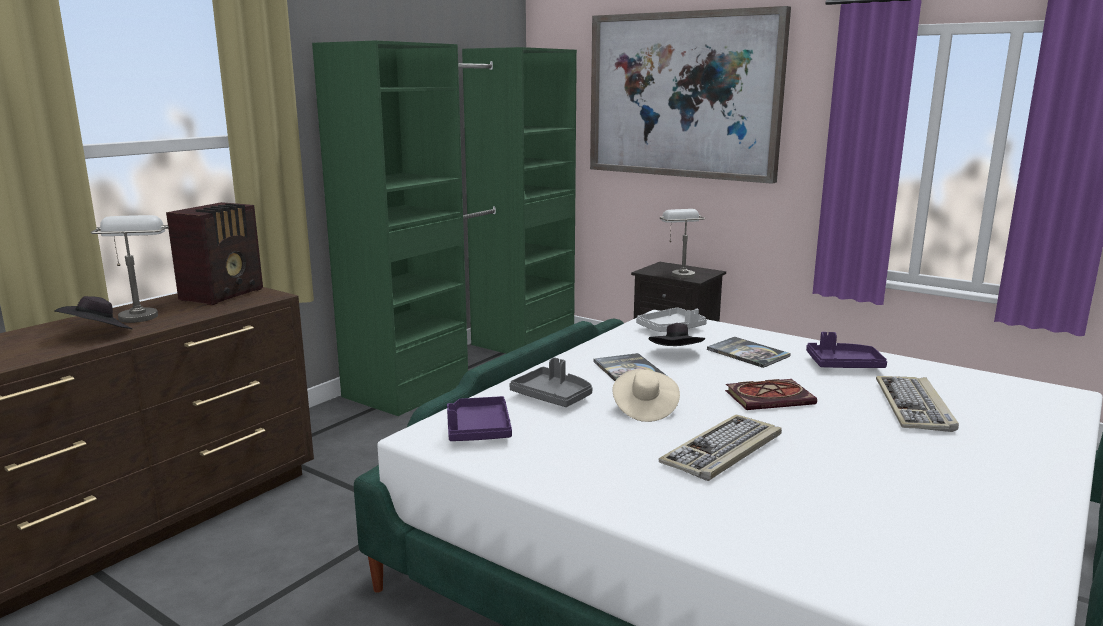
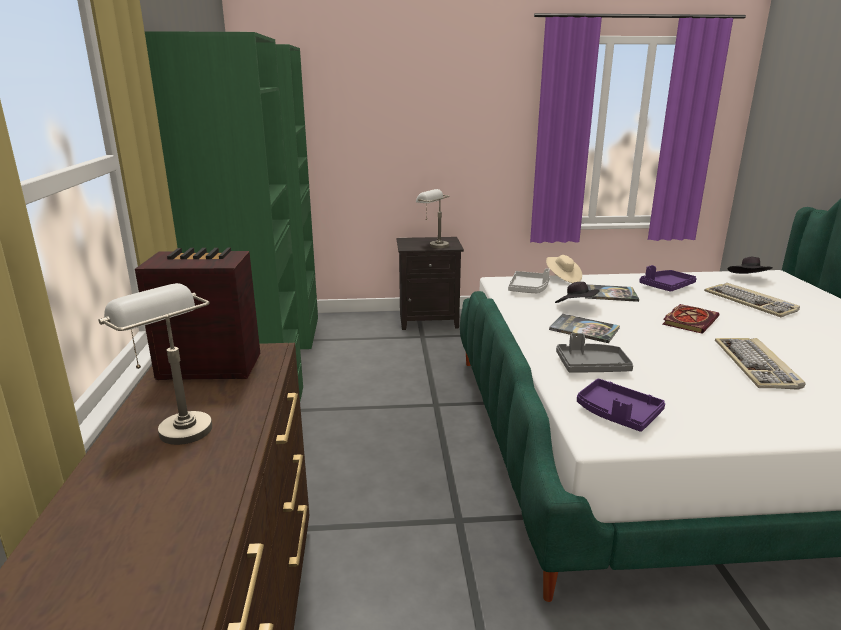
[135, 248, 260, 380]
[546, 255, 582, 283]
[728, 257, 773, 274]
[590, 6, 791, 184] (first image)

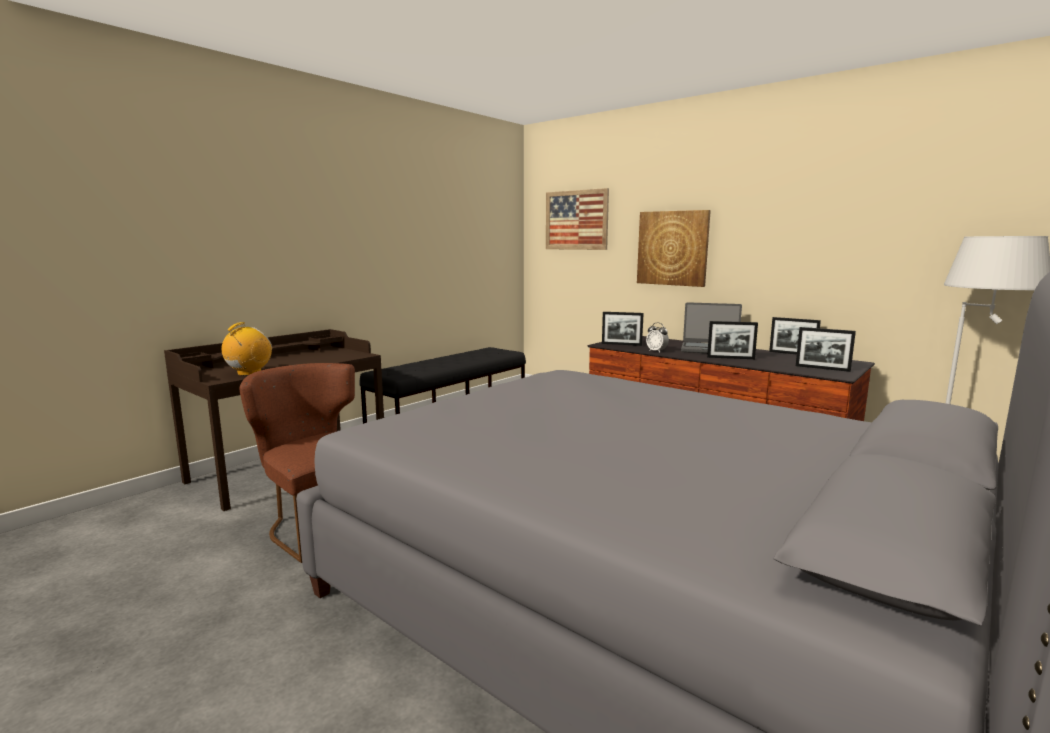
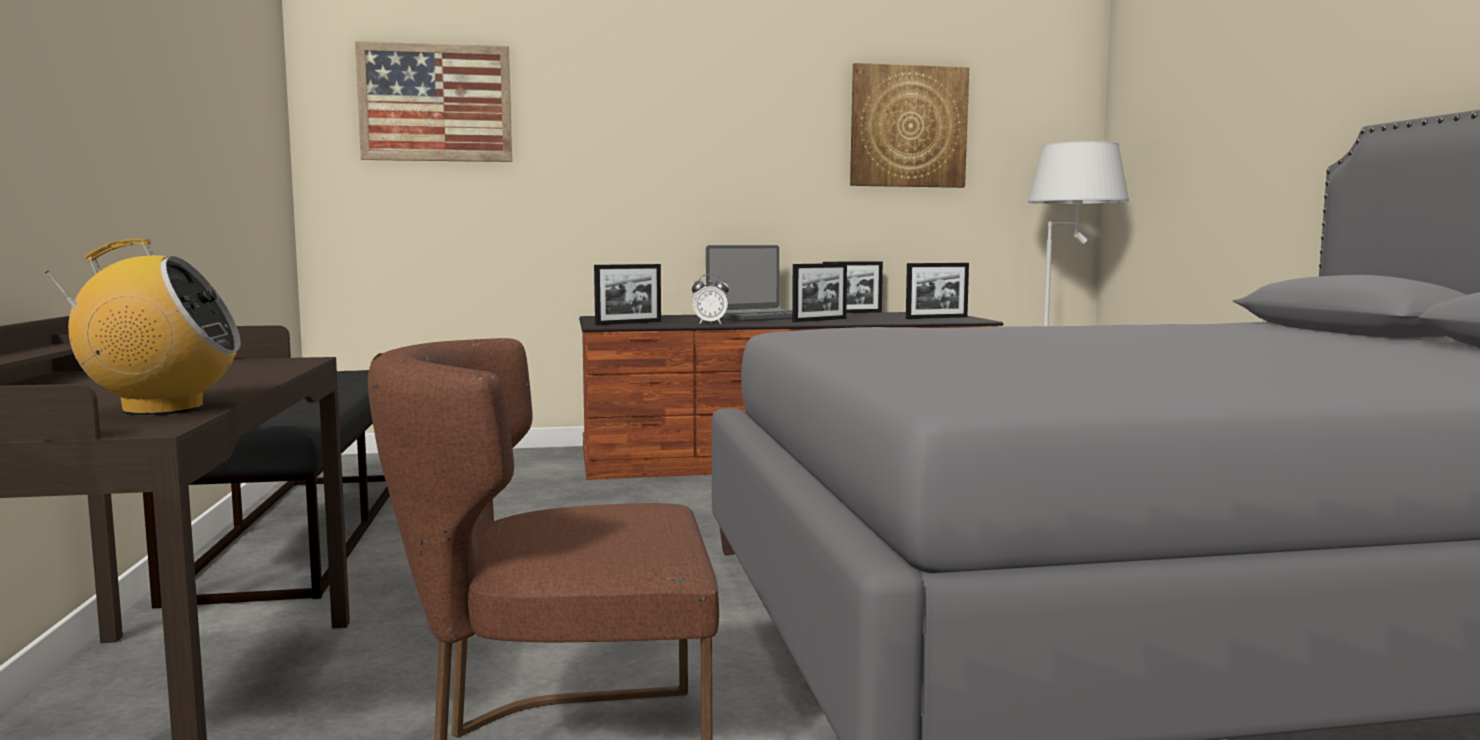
[45, 239, 241, 415]
[850, 63, 969, 188]

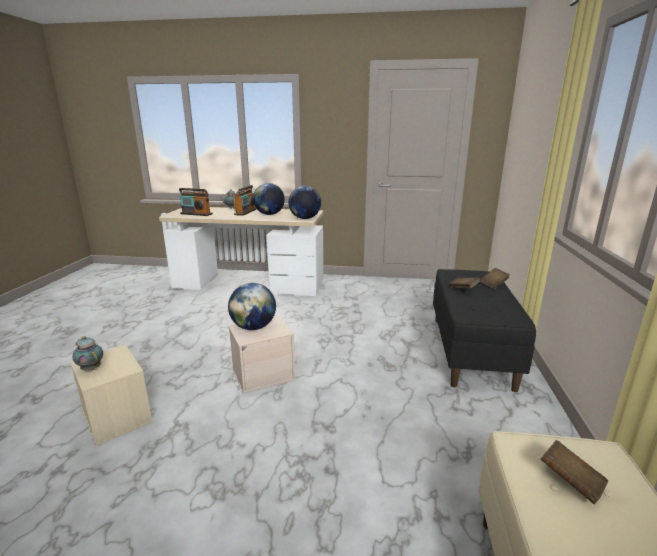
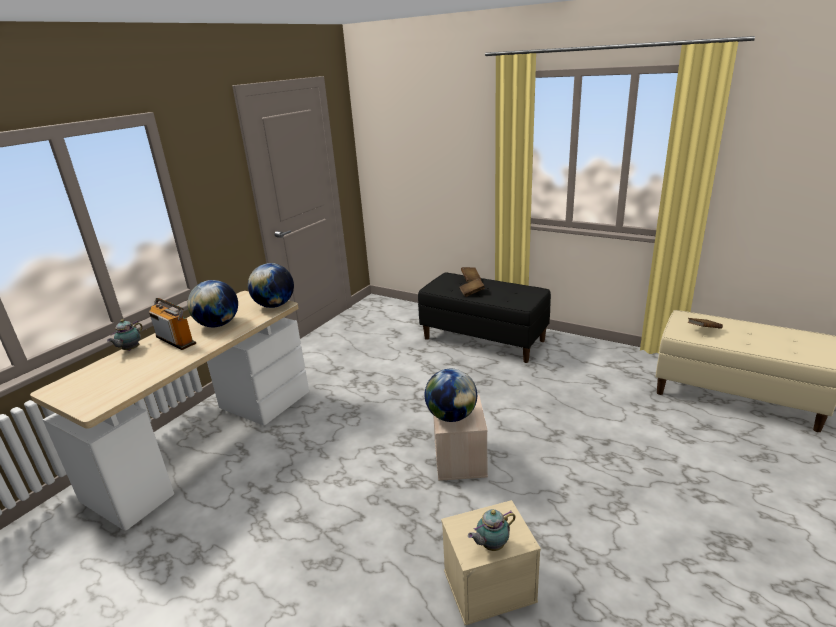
[179, 188, 213, 216] (first image)

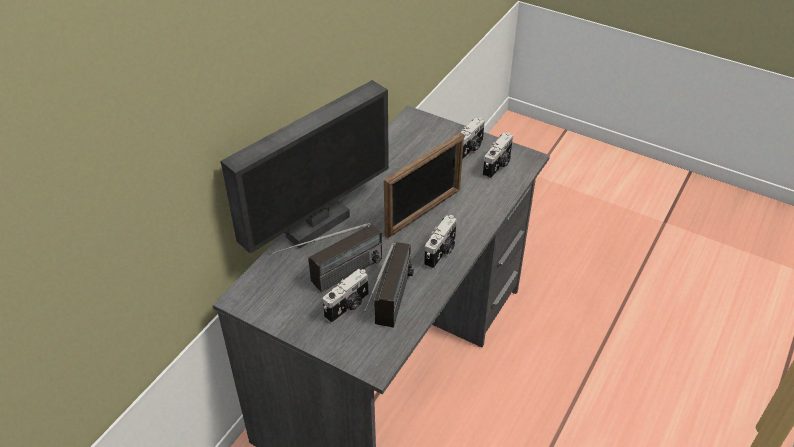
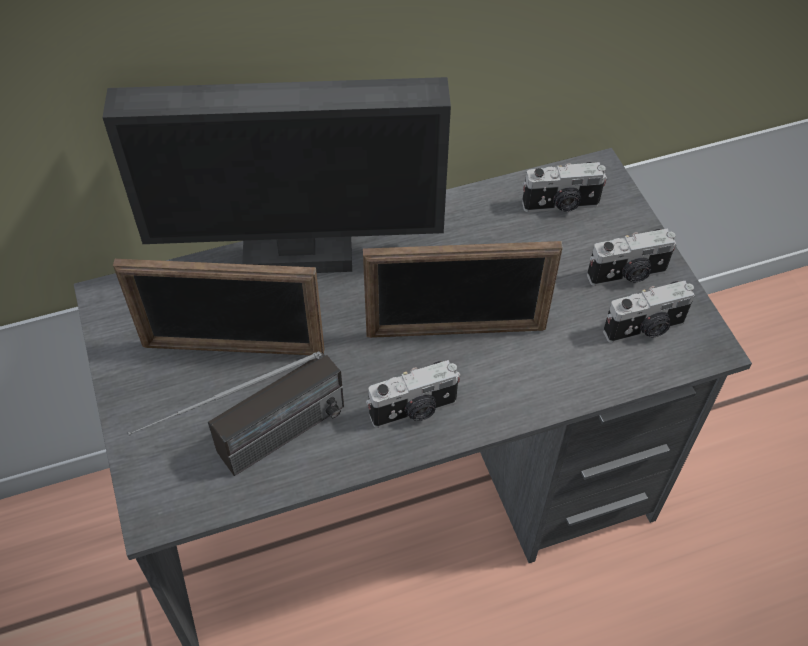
[113, 259, 324, 355]
[522, 162, 607, 212]

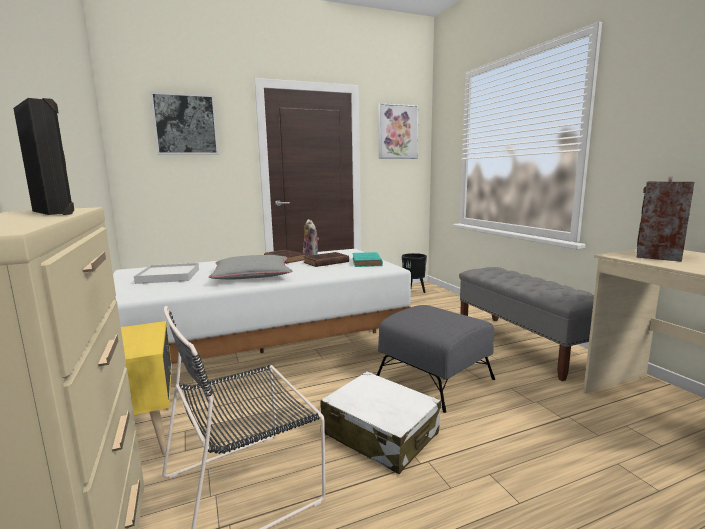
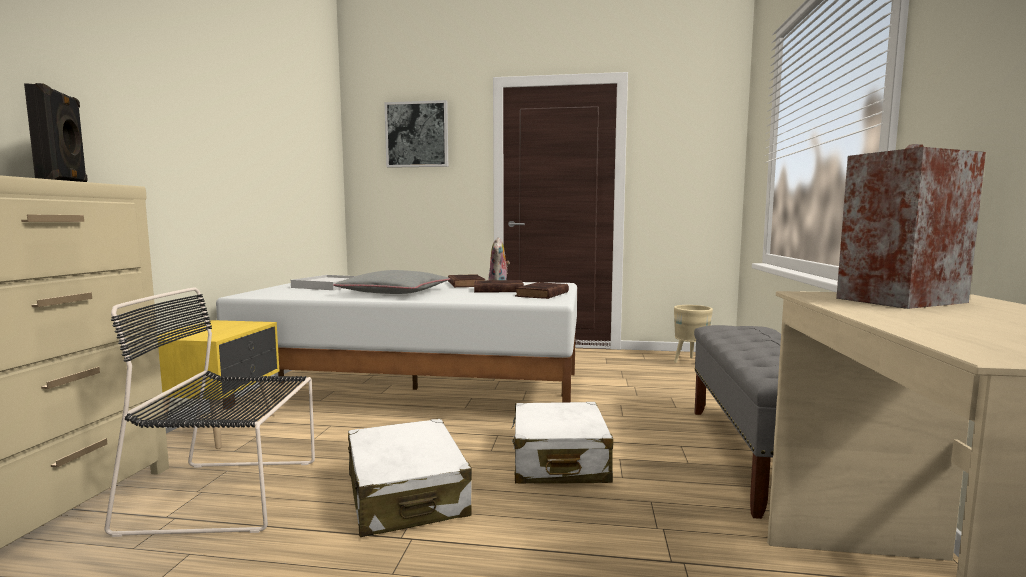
[511, 402, 613, 484]
[515, 282, 569, 299]
[674, 305, 713, 363]
[379, 103, 418, 159] (first image)

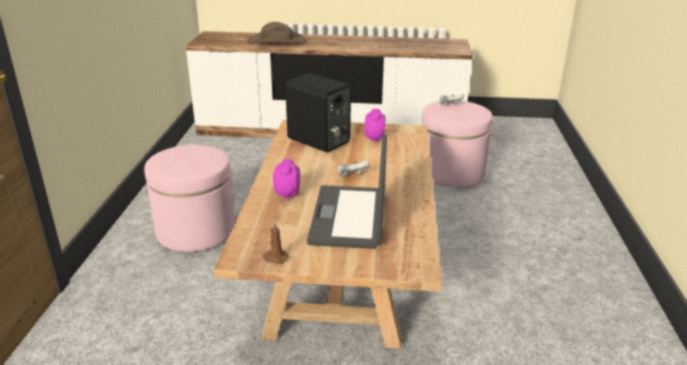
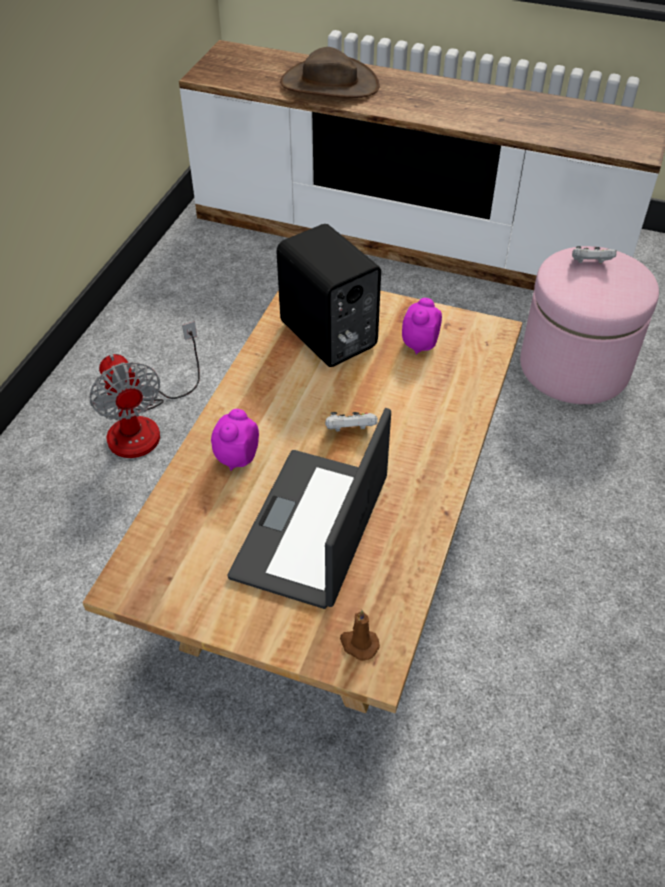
[89, 321, 200, 458]
[340, 610, 380, 661]

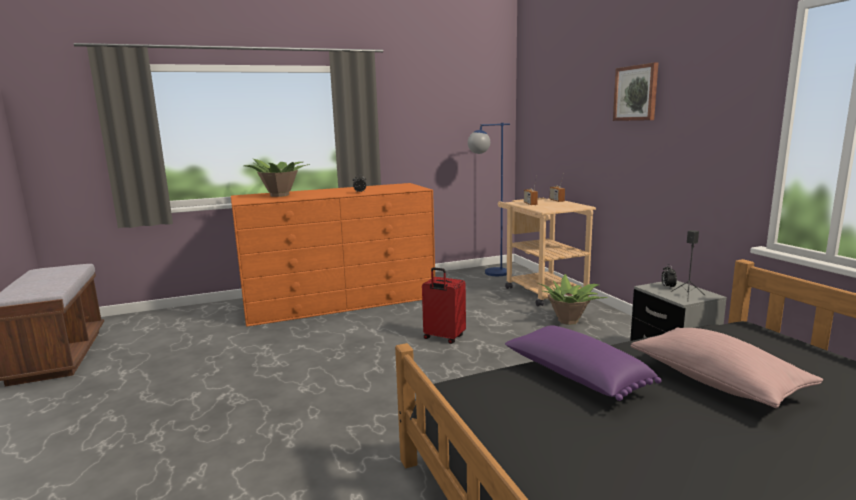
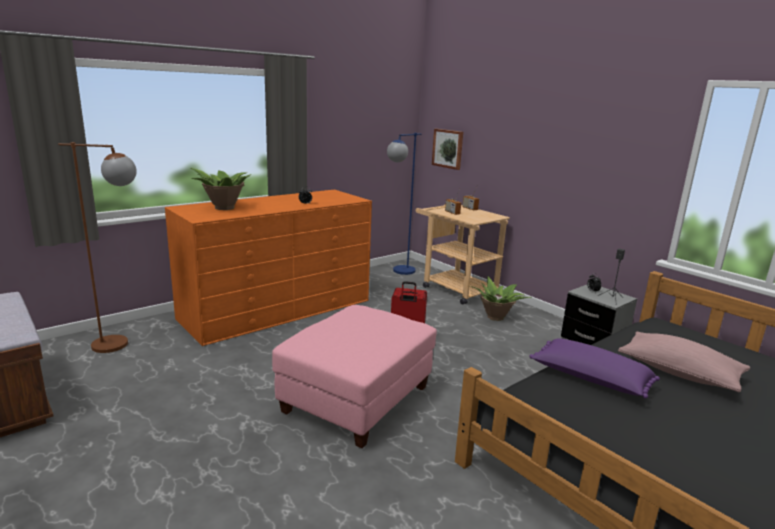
[58, 142, 137, 353]
[272, 305, 437, 448]
[432, 129, 463, 170]

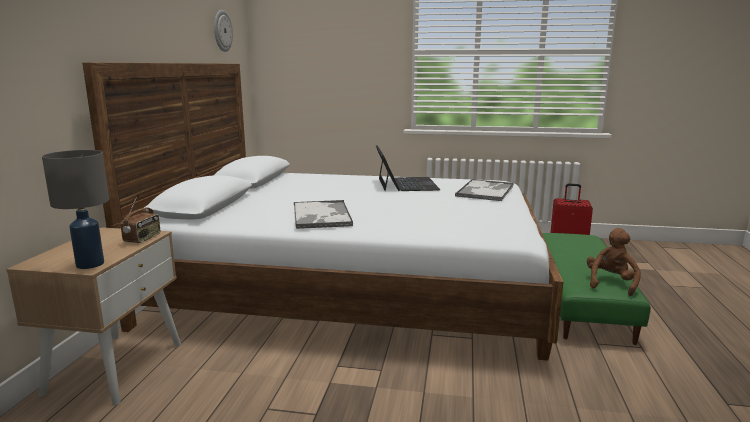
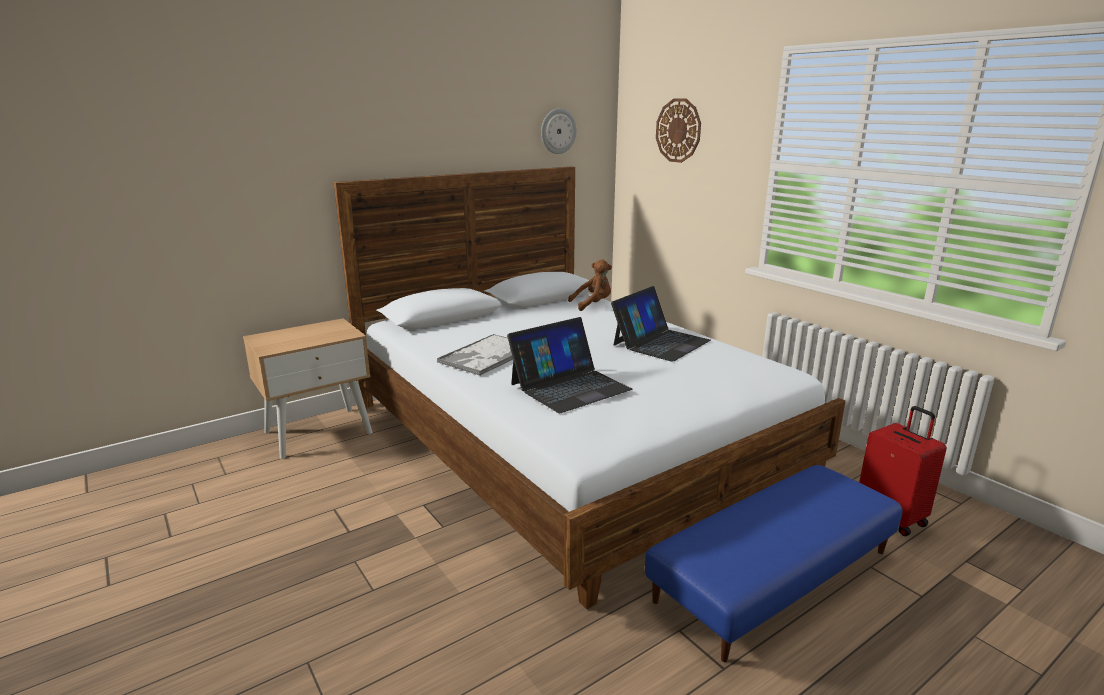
[507, 317, 632, 413]
[568, 259, 612, 311]
[645, 465, 903, 662]
[656, 98, 701, 163]
[42, 150, 109, 269] (first image)
[120, 196, 160, 243] (first image)
[455, 179, 514, 201] (first image)

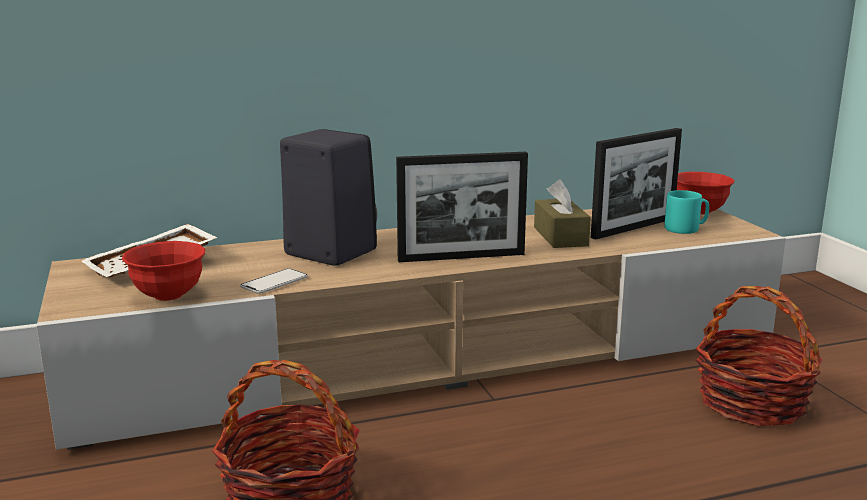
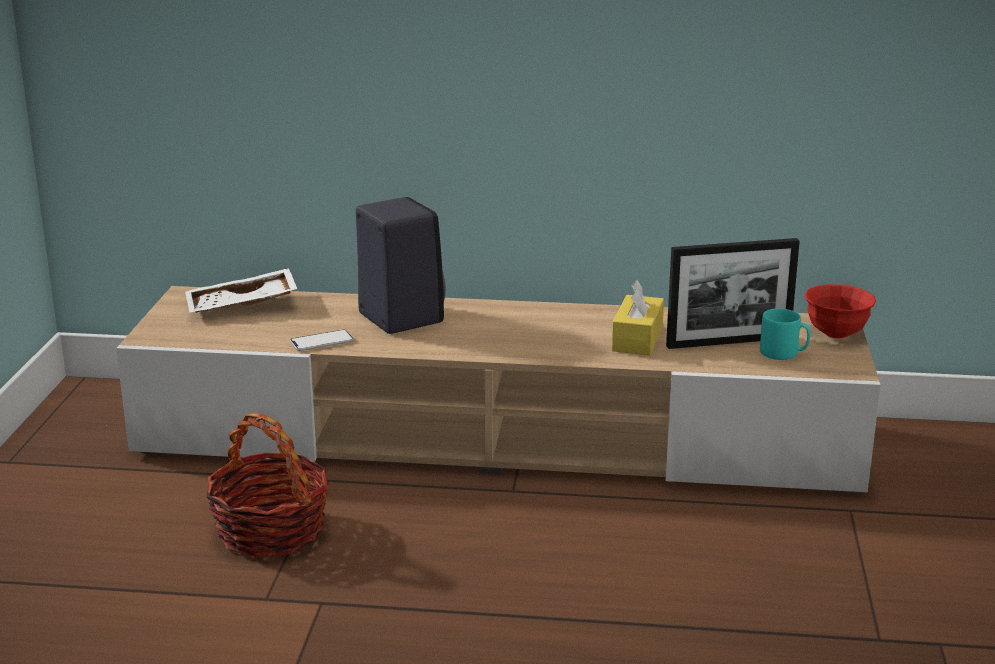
[611, 280, 664, 355]
[122, 241, 205, 301] (first image)
[396, 152, 528, 262] (first image)
[695, 286, 823, 426] (first image)

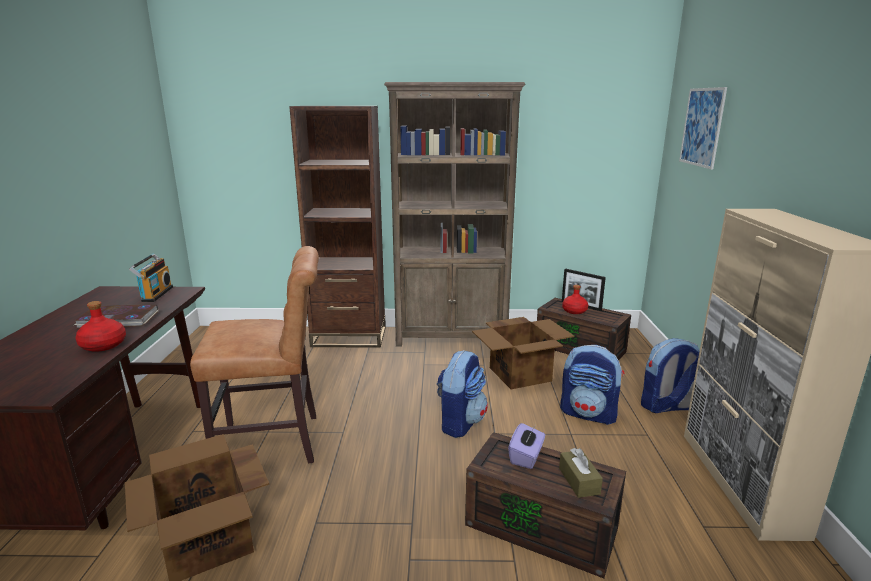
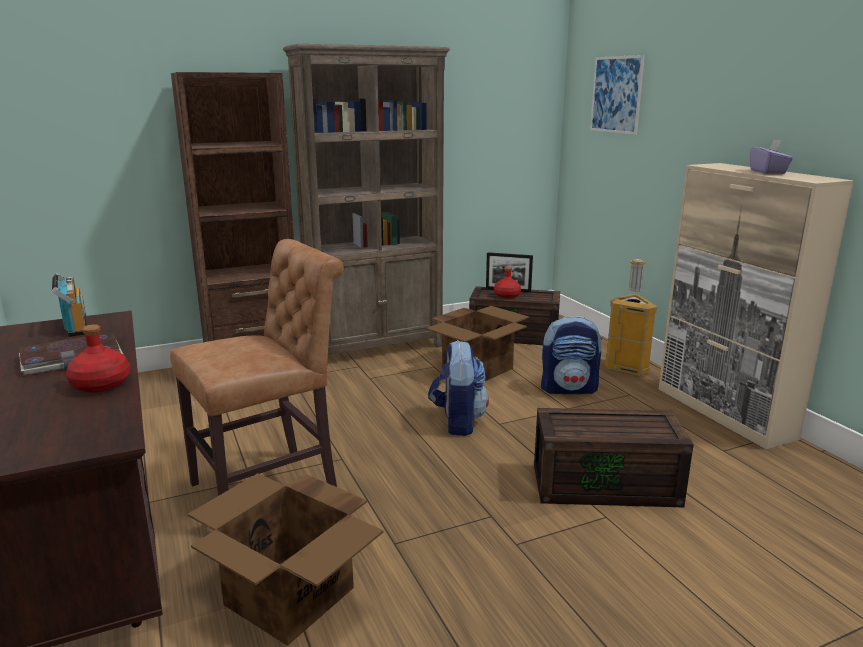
[605, 259, 657, 377]
[750, 139, 793, 174]
[559, 448, 603, 498] (first image)

